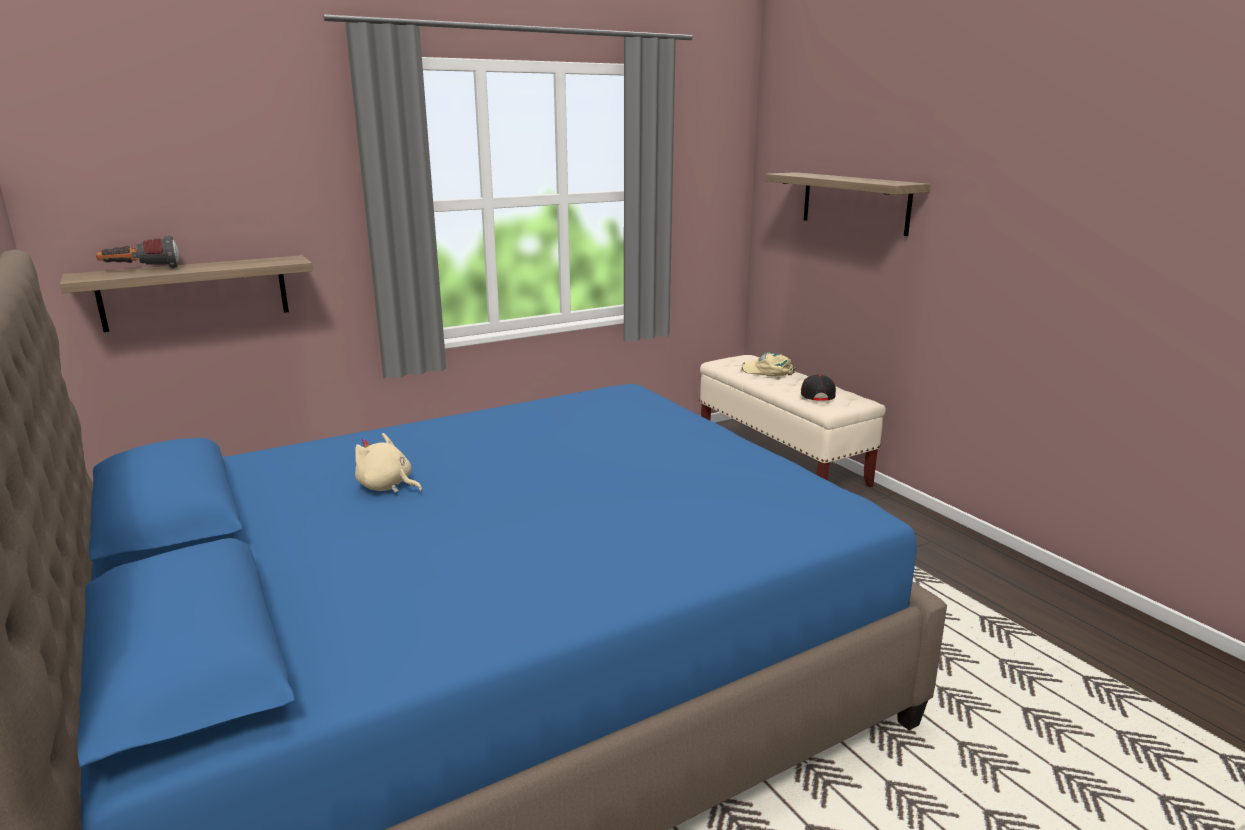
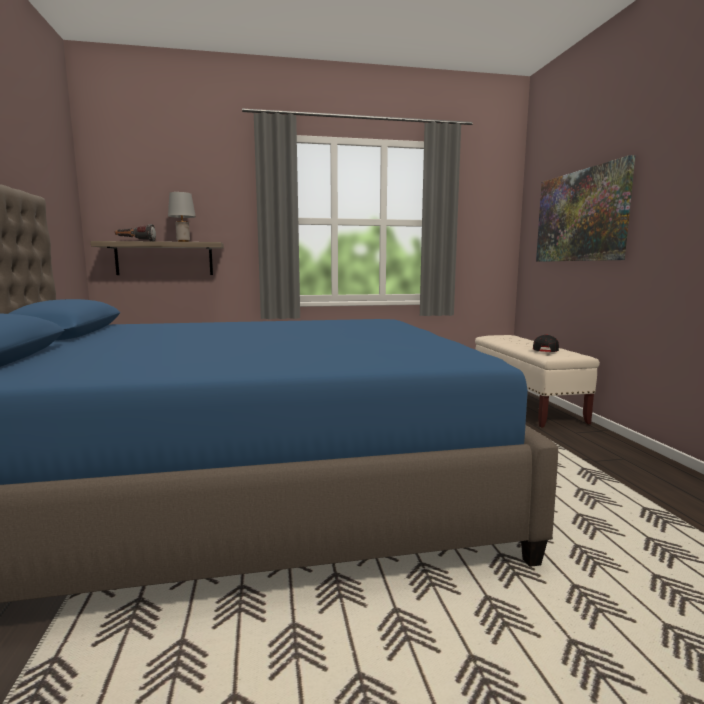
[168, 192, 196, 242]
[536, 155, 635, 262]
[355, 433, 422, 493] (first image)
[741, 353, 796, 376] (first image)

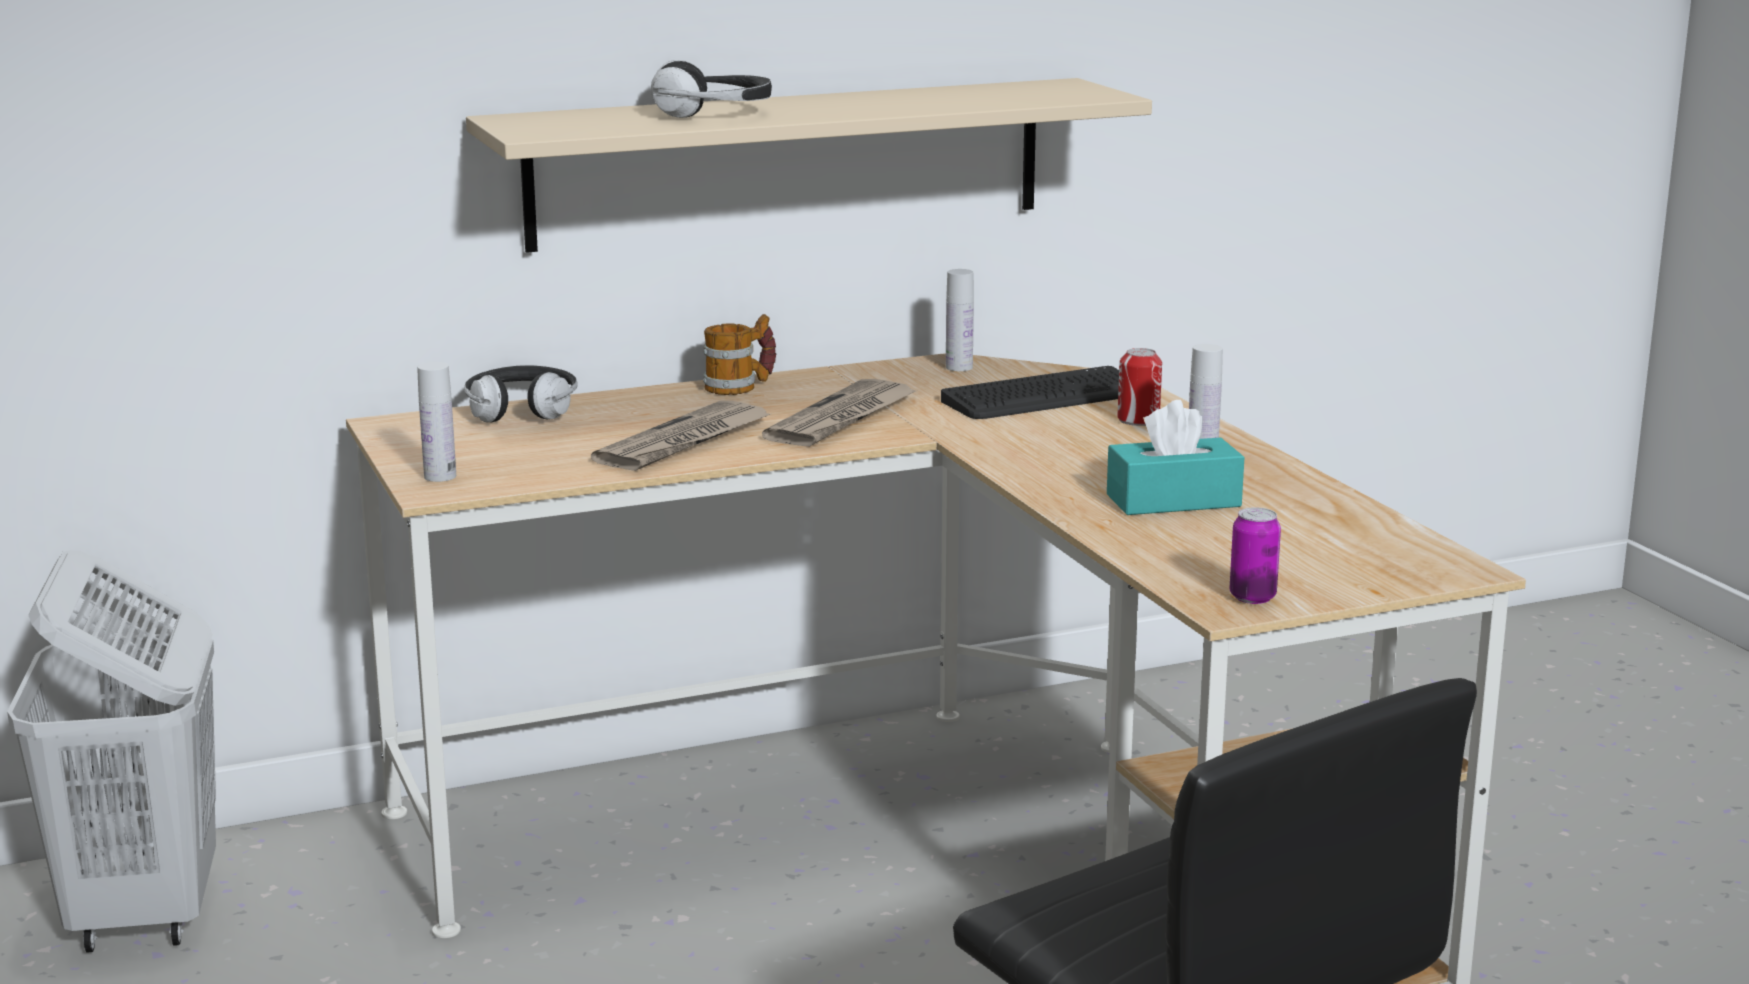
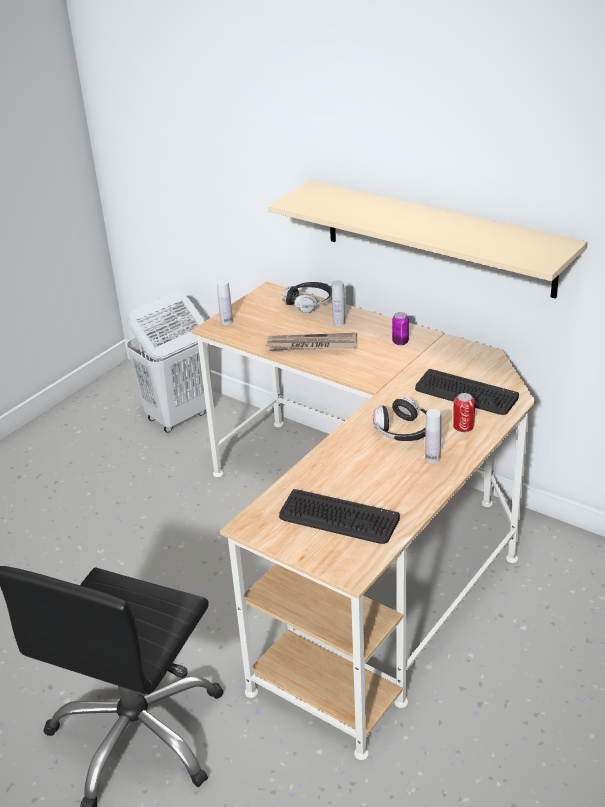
[279, 489, 400, 544]
[332, 280, 345, 326]
[373, 397, 427, 441]
[392, 312, 409, 345]
[703, 314, 777, 395] (first image)
[762, 379, 918, 447] (first image)
[1107, 400, 1244, 515] (first image)

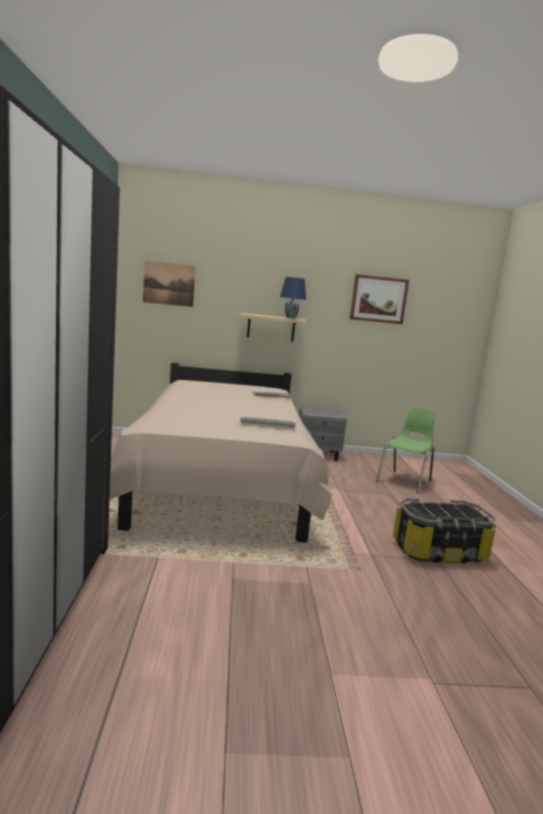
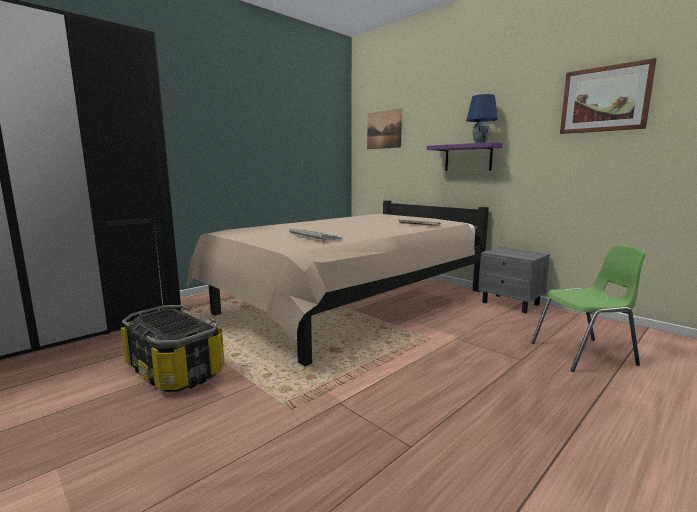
[121, 305, 224, 392]
[427, 142, 503, 171]

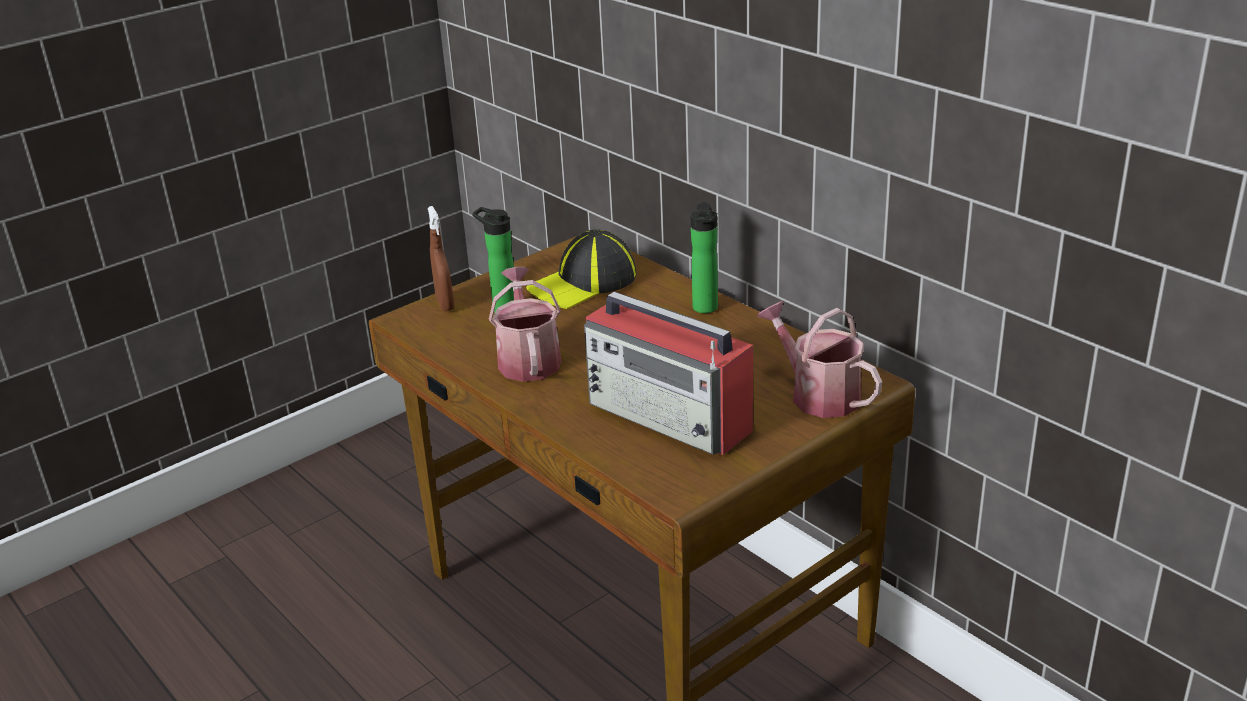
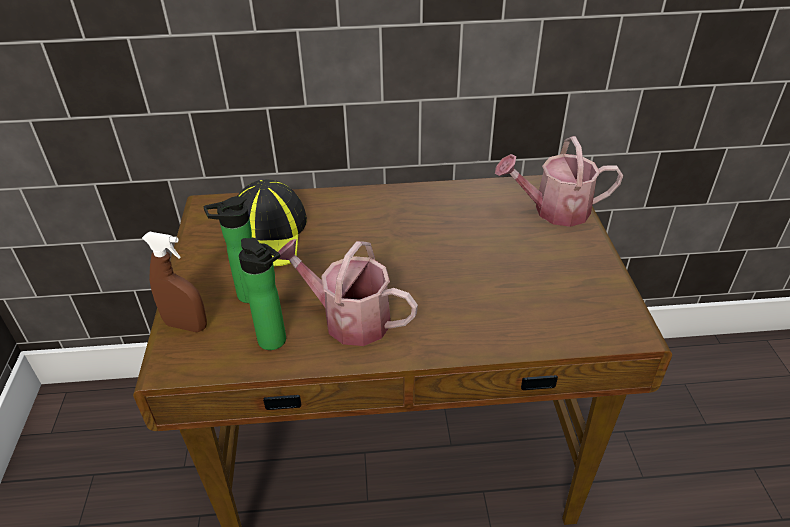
[239, 238, 286, 350]
[584, 291, 753, 455] (first image)

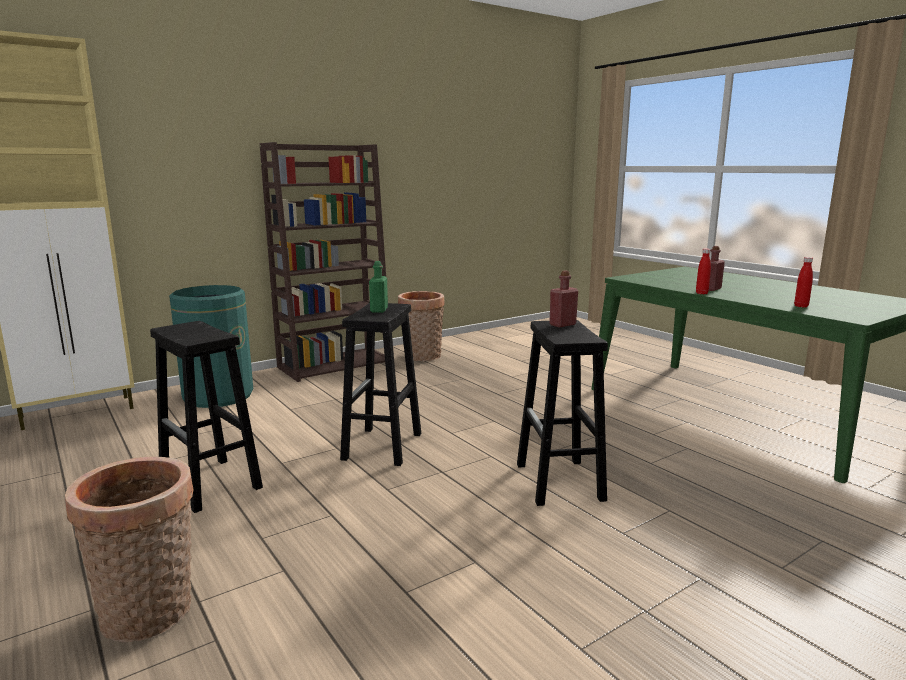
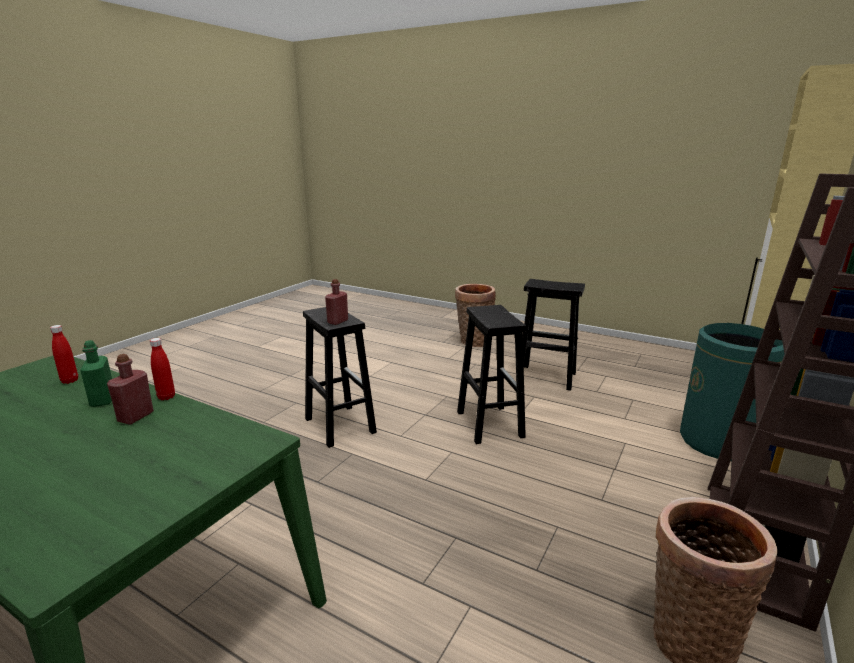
[80, 340, 112, 407]

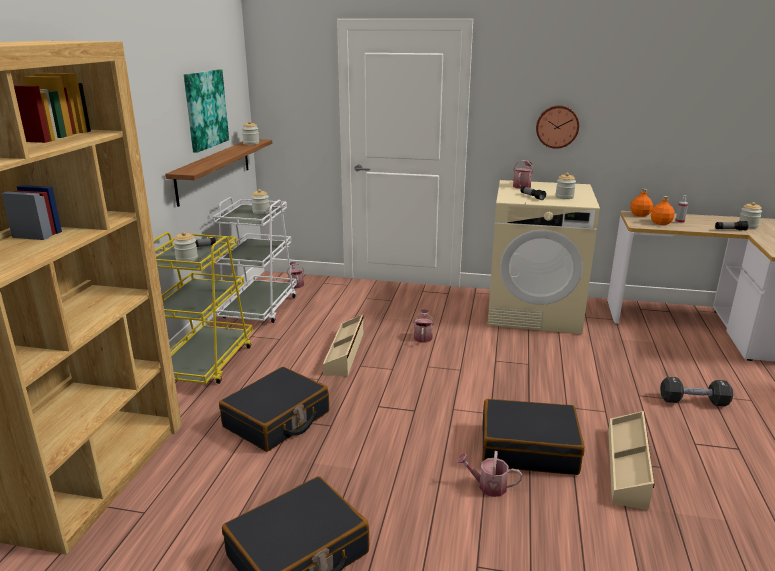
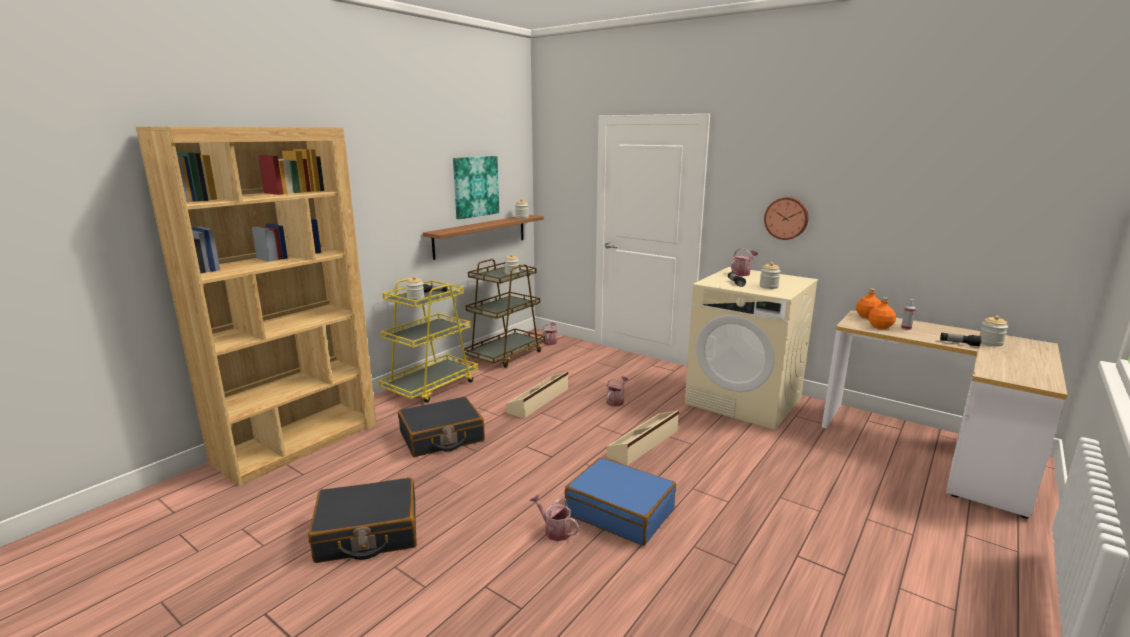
[464, 259, 545, 368]
[565, 457, 676, 546]
[607, 410, 679, 466]
[660, 377, 733, 406] (first image)

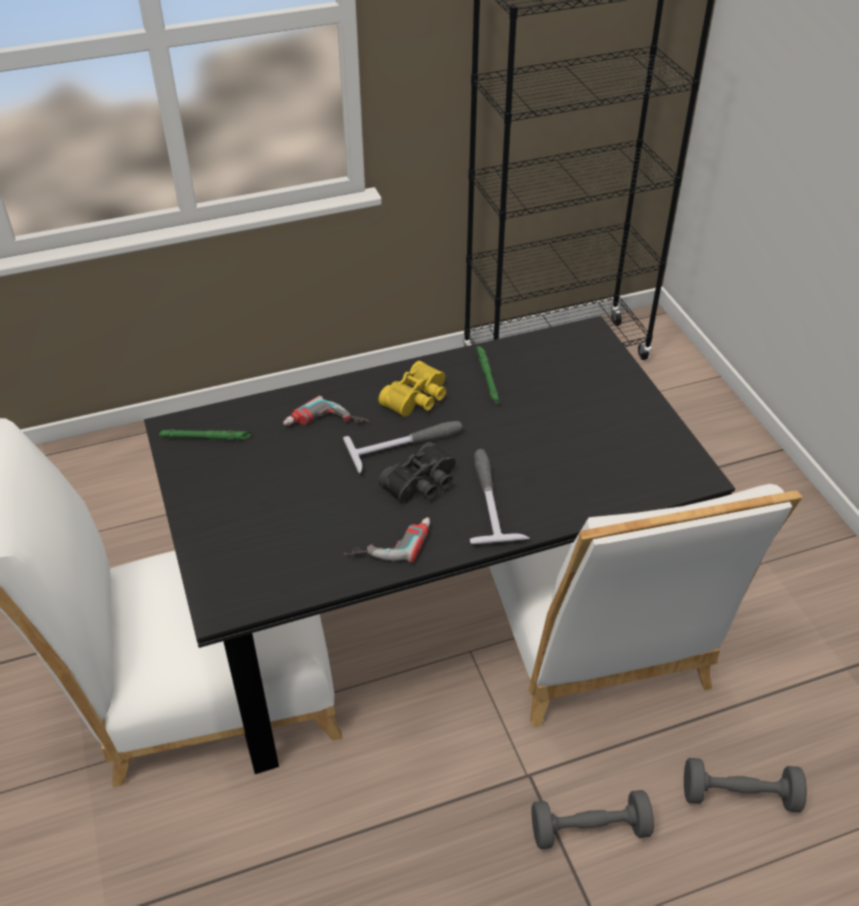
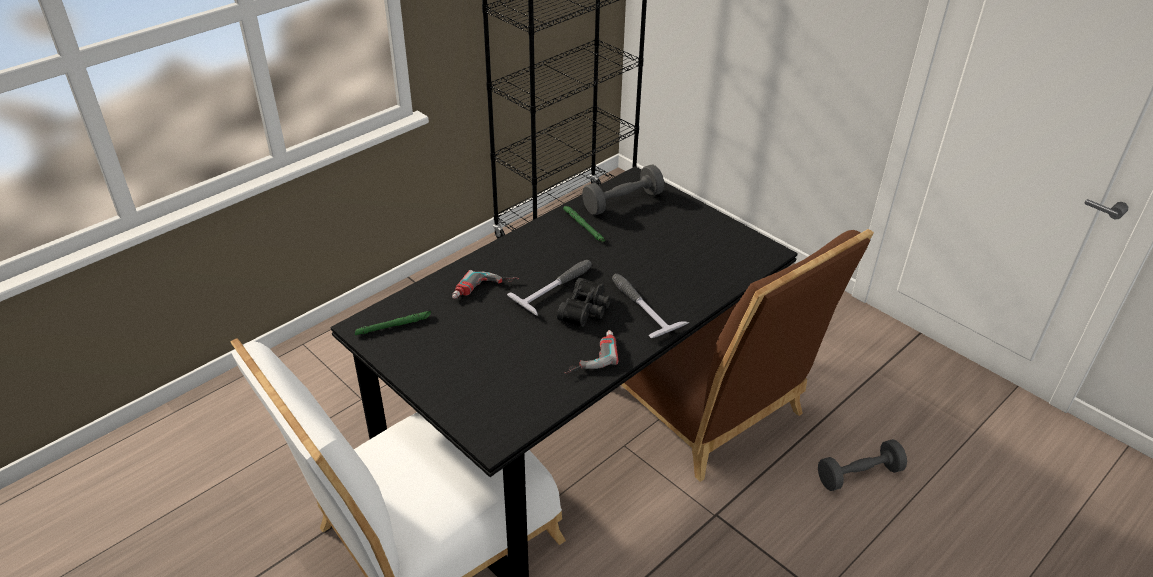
[582, 164, 664, 215]
[621, 229, 874, 482]
[379, 361, 446, 417] (first image)

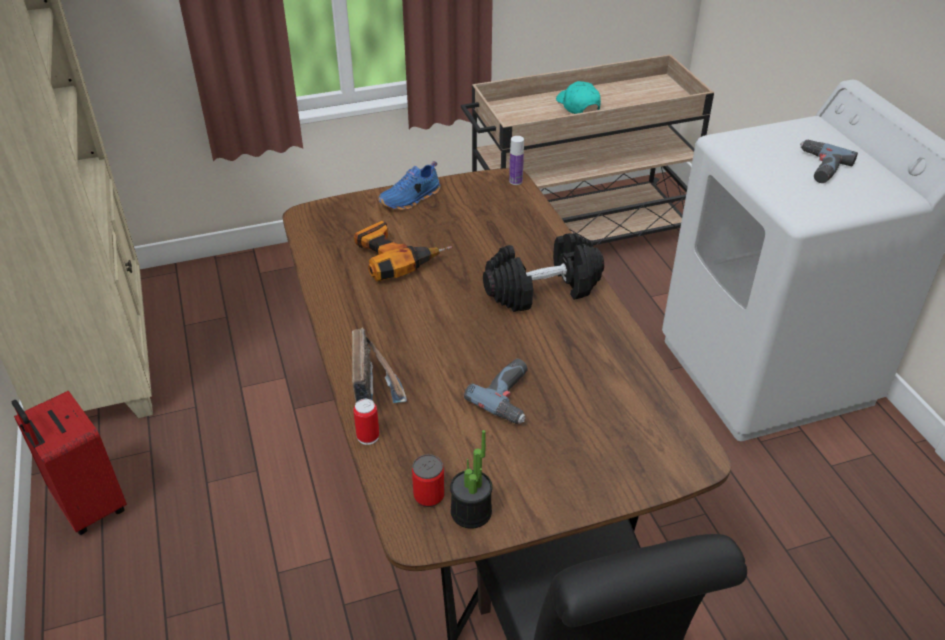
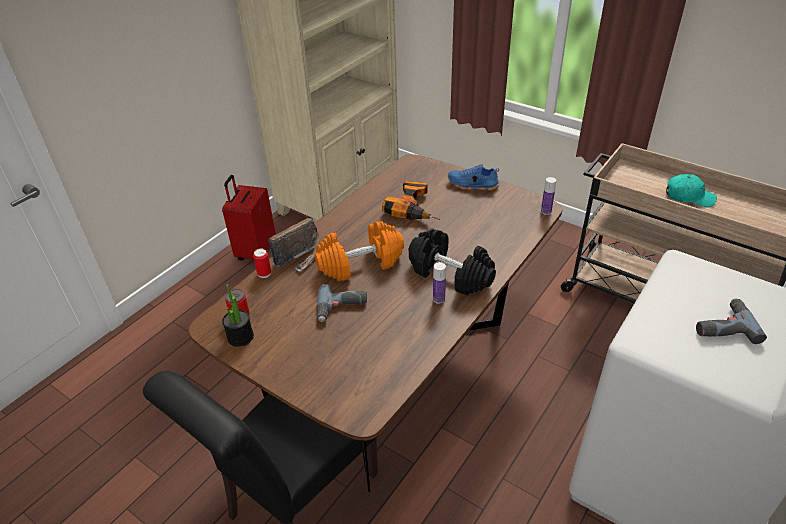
[315, 221, 404, 282]
[433, 262, 446, 304]
[666, 174, 717, 207]

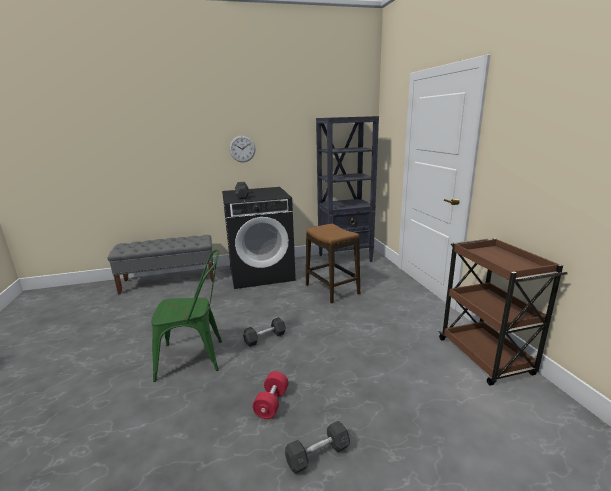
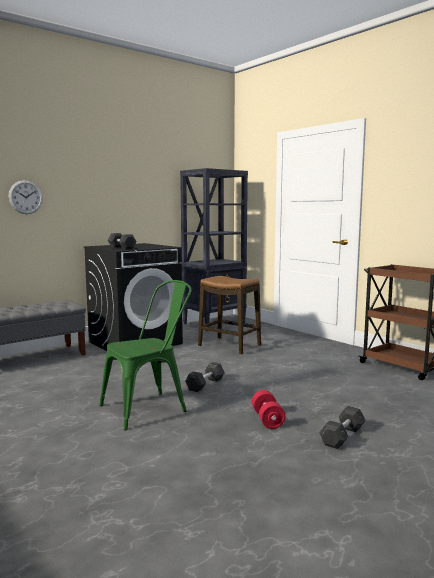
[8, 180, 43, 214]

